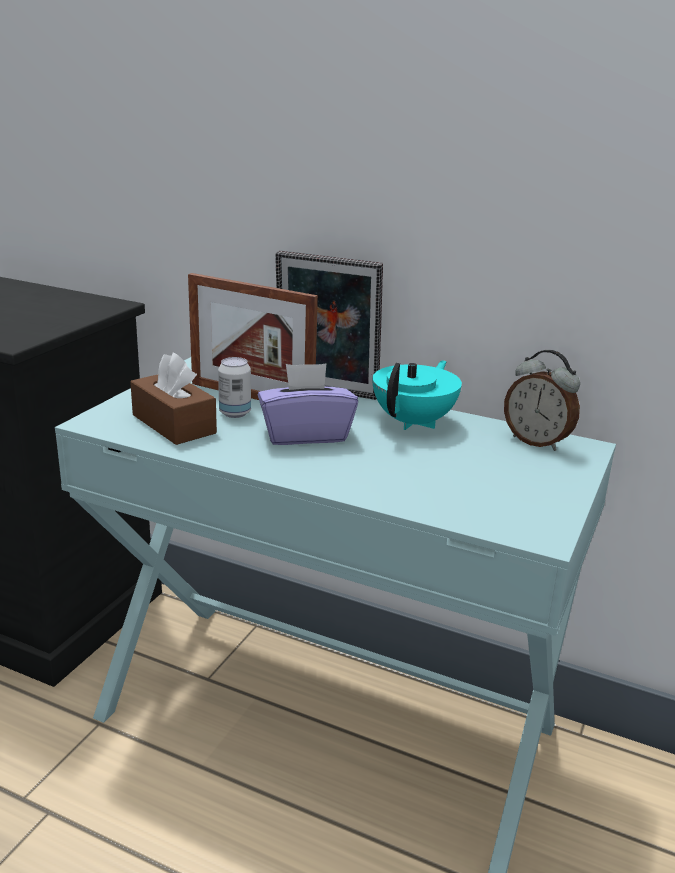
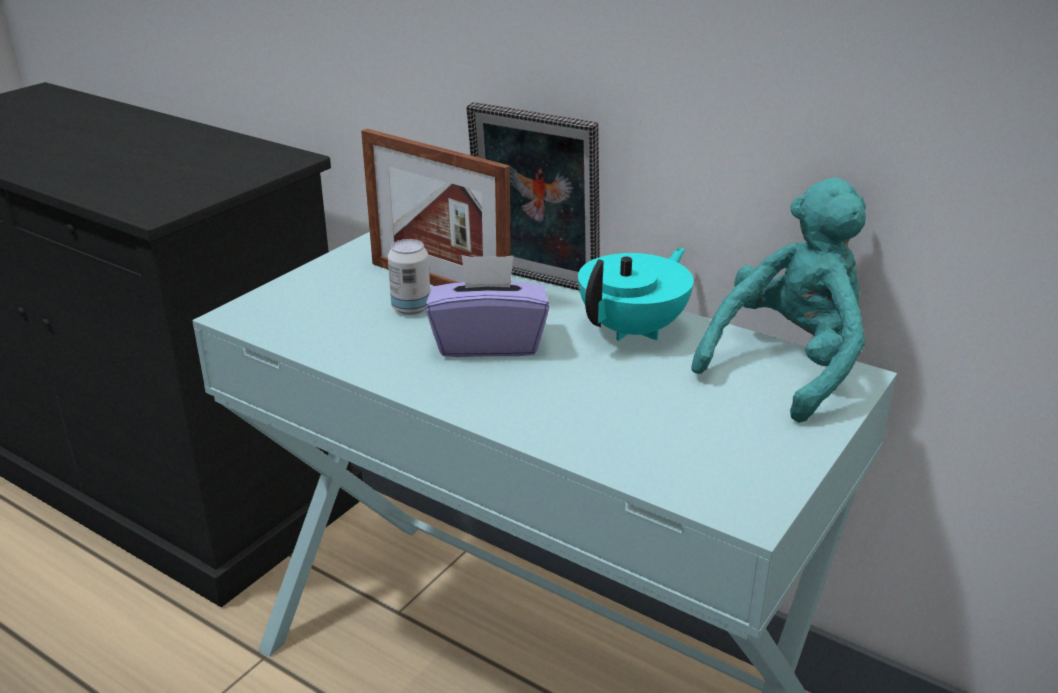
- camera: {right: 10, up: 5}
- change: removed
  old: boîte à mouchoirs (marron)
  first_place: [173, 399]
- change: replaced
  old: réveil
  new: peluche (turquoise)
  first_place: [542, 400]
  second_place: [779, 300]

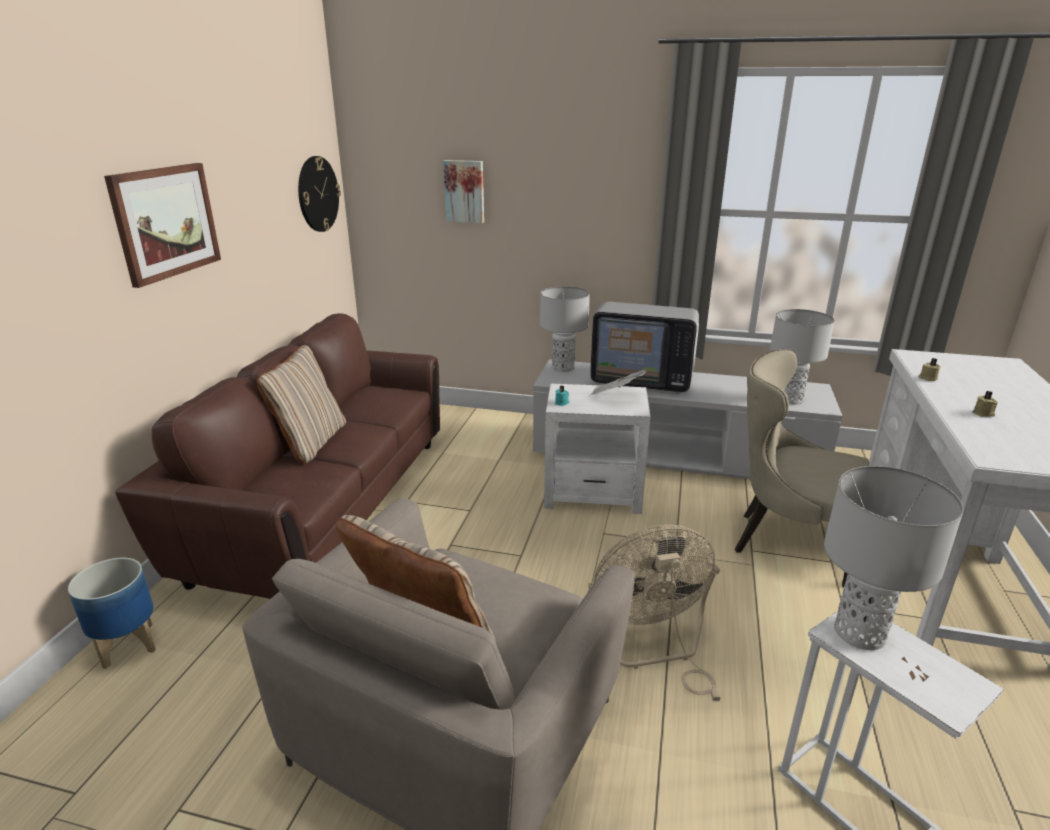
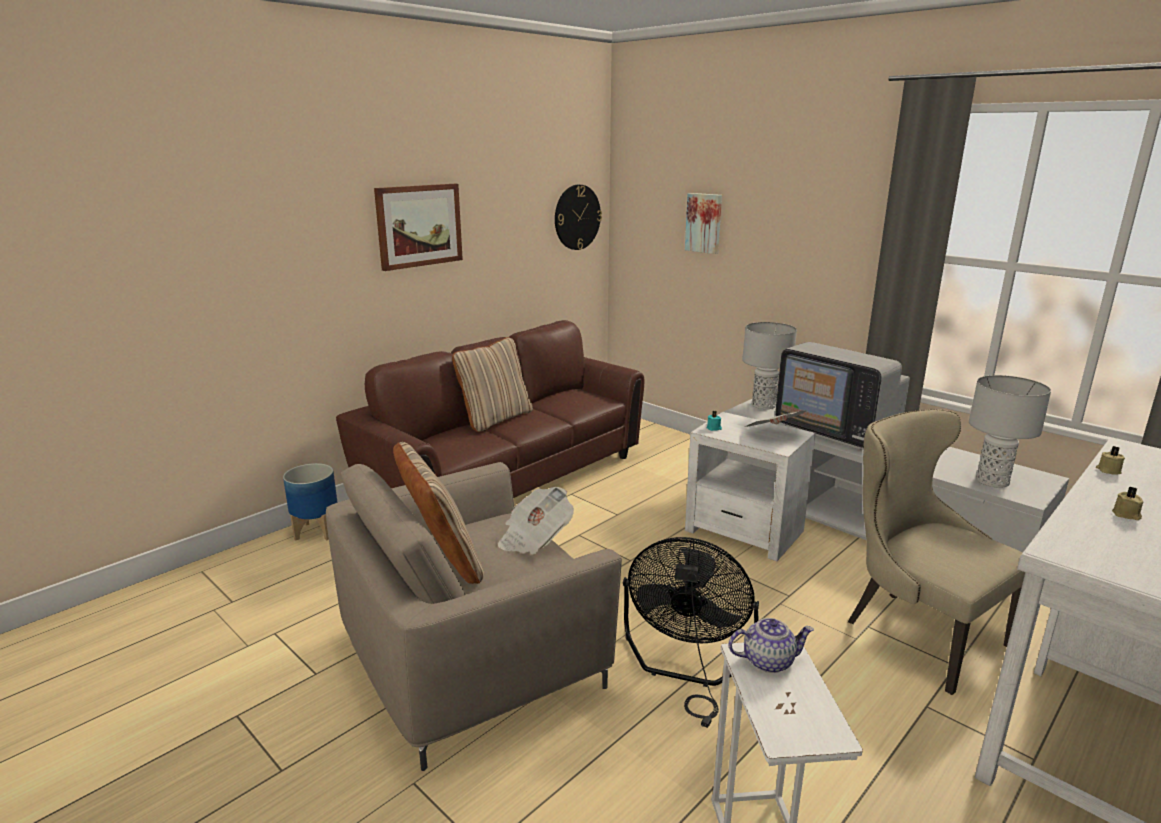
- camera: {right: 30, up: -5}
- change: recoloured
  old: ventilateur (beige)
  new: ventilateur (noir)
  first_place: [653, 613]
  second_place: [691, 632]
- change: replaced
  old: lampe de table (blanc)
  new: théière
  first_place: [894, 558]
  second_place: [771, 645]
- change: added
  new: journal
  second_place: [536, 521]

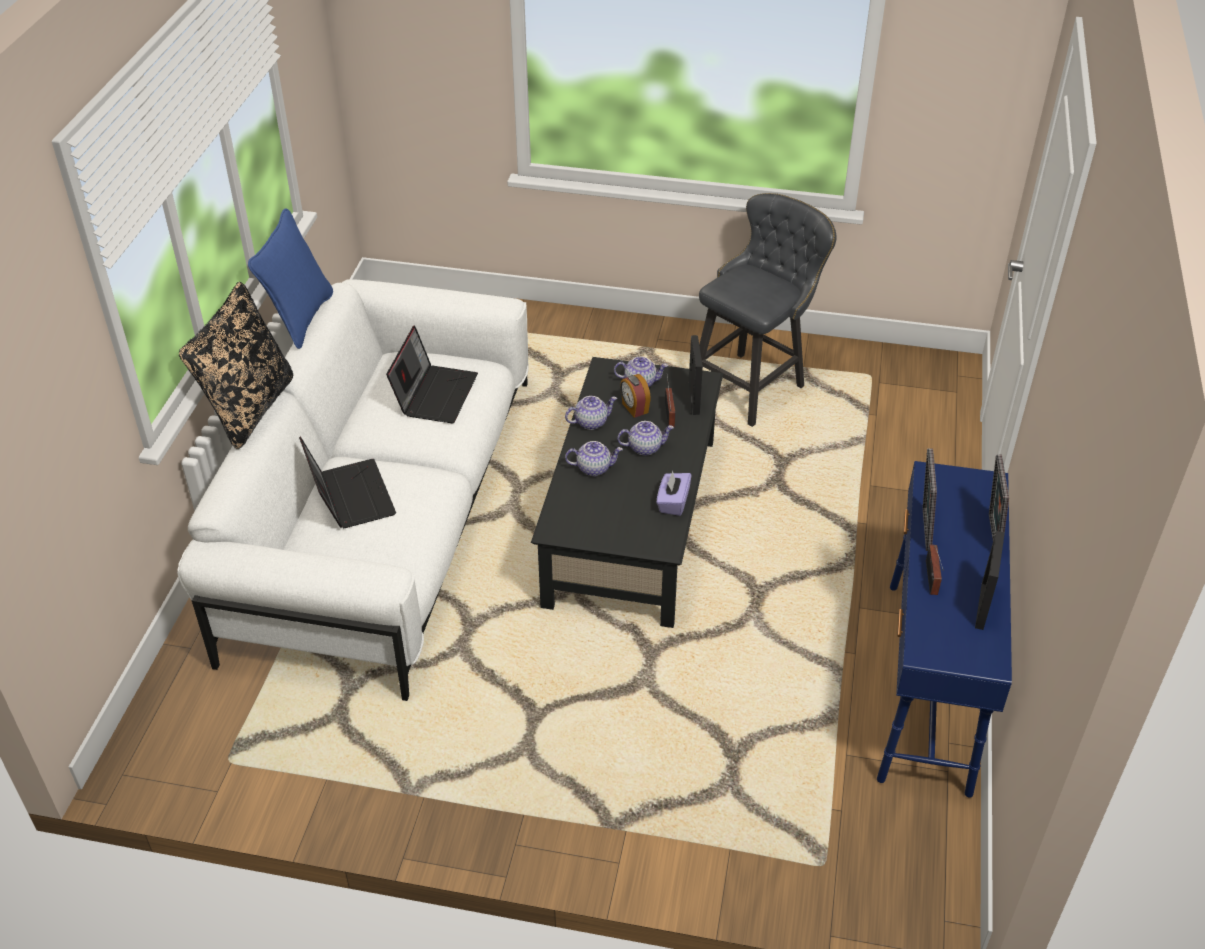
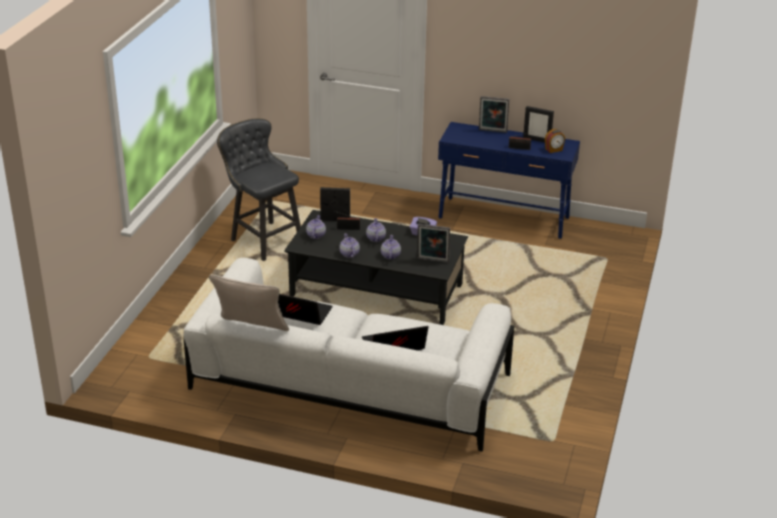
- camera: {right: -85, up: -10}
- change: removed
  old: coussin (noir)
  first_place: [235, 365]
- change: recoloured
  old: coussin (bleu)
  new: coussin (beige)
  first_place: [290, 278]
  second_place: [249, 303]
- change: moved
  old: réveil
  first_place: [635, 396]
  second_place: [555, 141]
- change: moved
  old: cadre photo
  first_place: [930, 500]
  second_place: [433, 243]

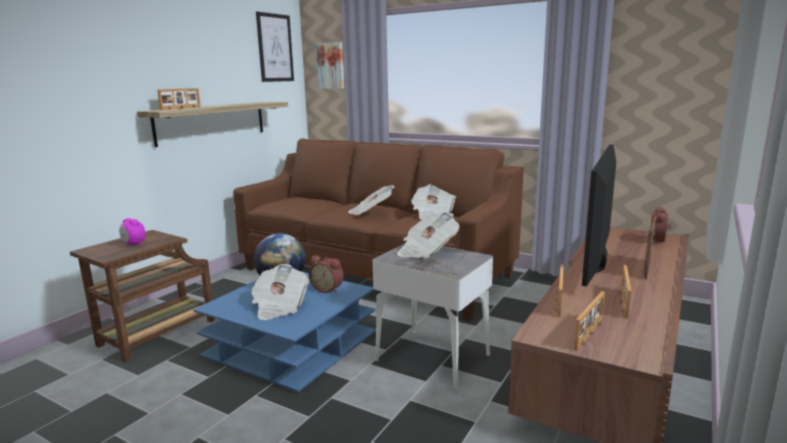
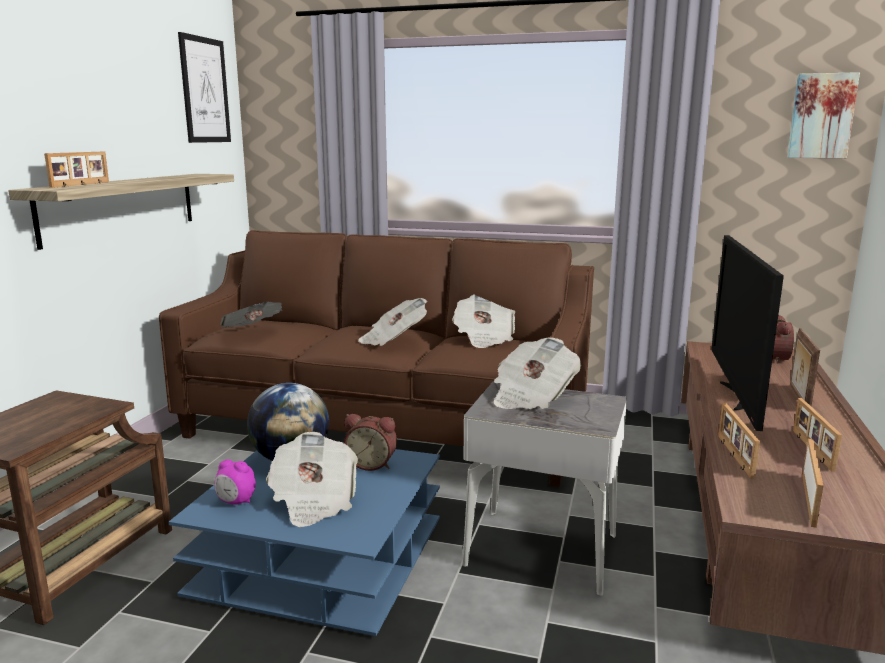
- camera: {right: -15, up: 0}
- change: moved
  old: réveil
  first_place: [132, 231]
  second_place: [235, 482]
- change: moved
  old: tableau
  first_place: [330, 65]
  second_place: [823, 115]
- change: added
  new: journal
  second_place: [251, 315]

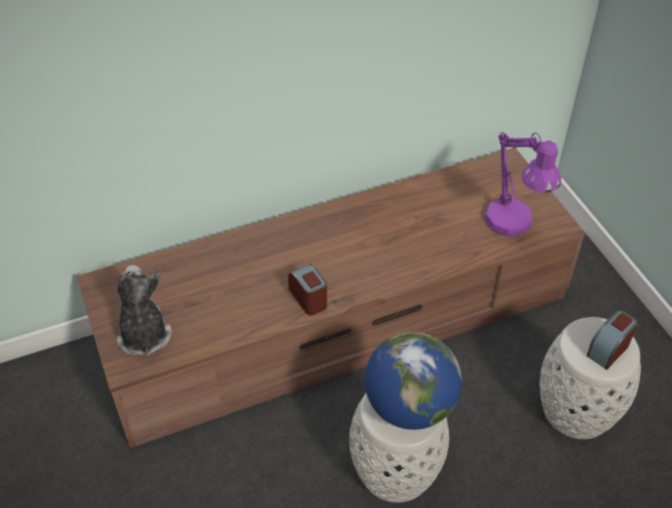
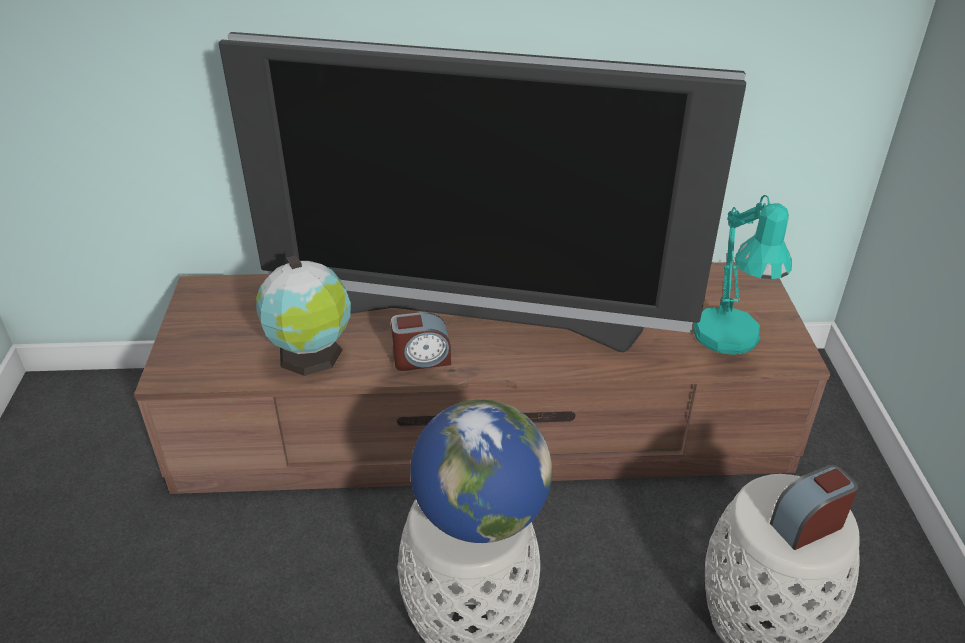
- camera: {right: 20, up: -10}
- change: removed
  old: peluche
  first_place: [144, 310]
- change: turned
  old: réveil
  first_place: [307, 289]
  second_place: [421, 341]
  degrees: 90
- change: recoloured
  old: lampe de table (violet)
  new: lampe de table (turquoise)
  first_place: [523, 184]
  second_place: [742, 275]
- change: added
  new: téléviseur
  second_place: [482, 192]
- change: added
  new: globe
  second_place: [303, 315]

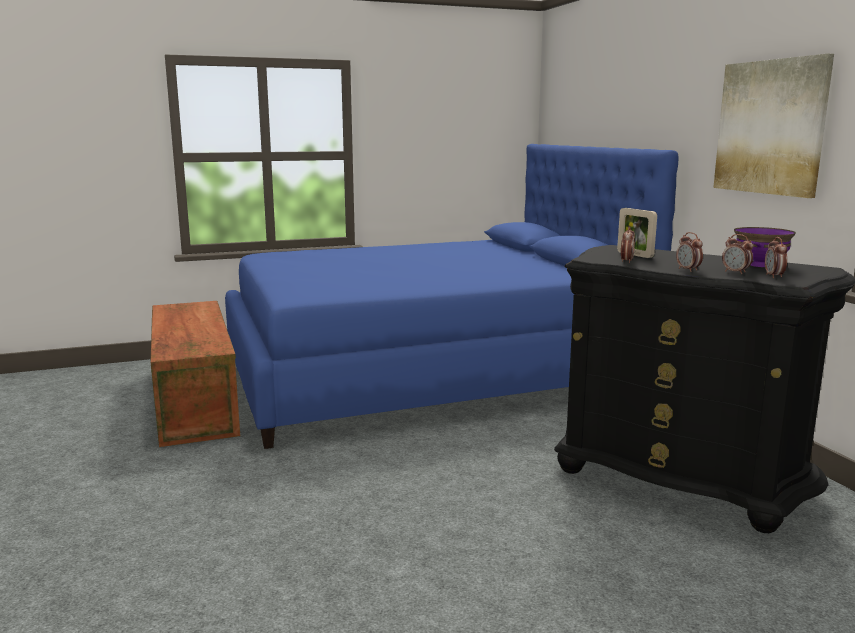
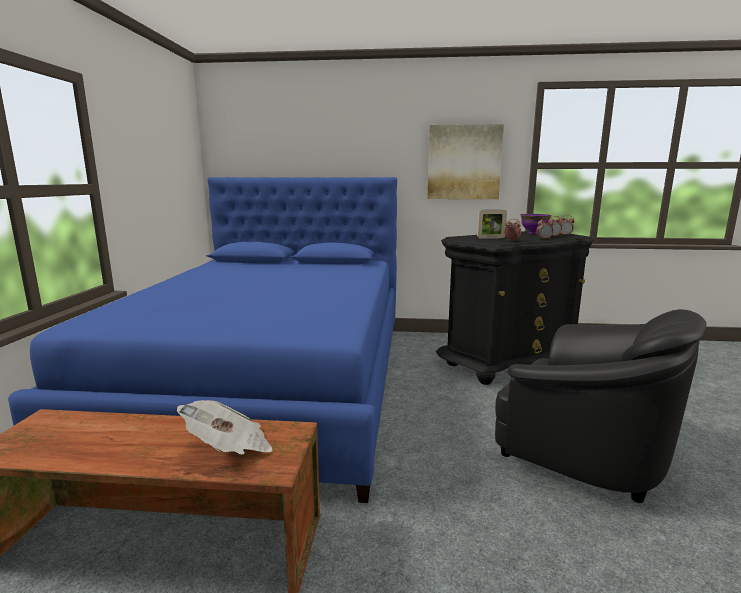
- camera: {right: -65, up: 0}
- change: added
  new: journal
  second_place: [225, 427]
- change: added
  new: fauteuil (noir)
  second_place: [600, 406]

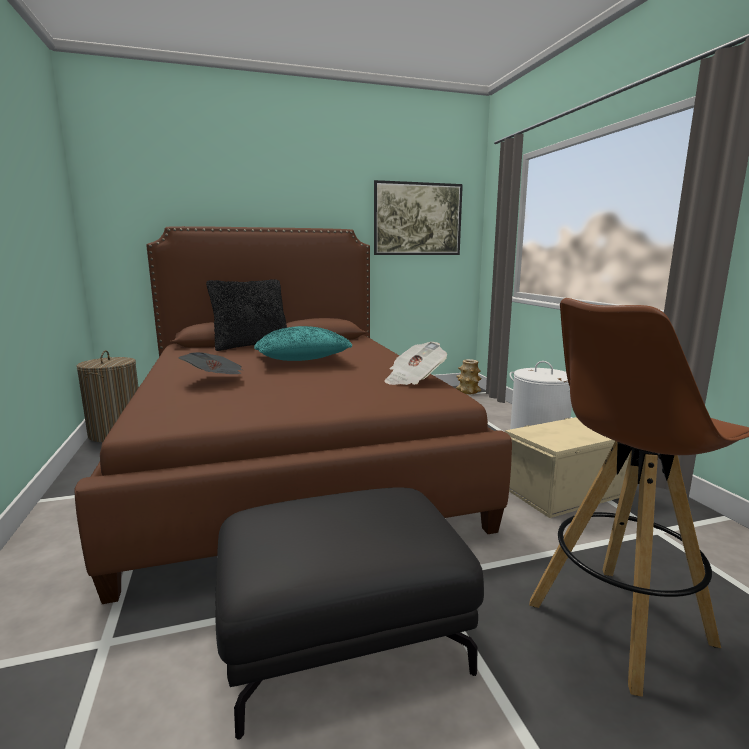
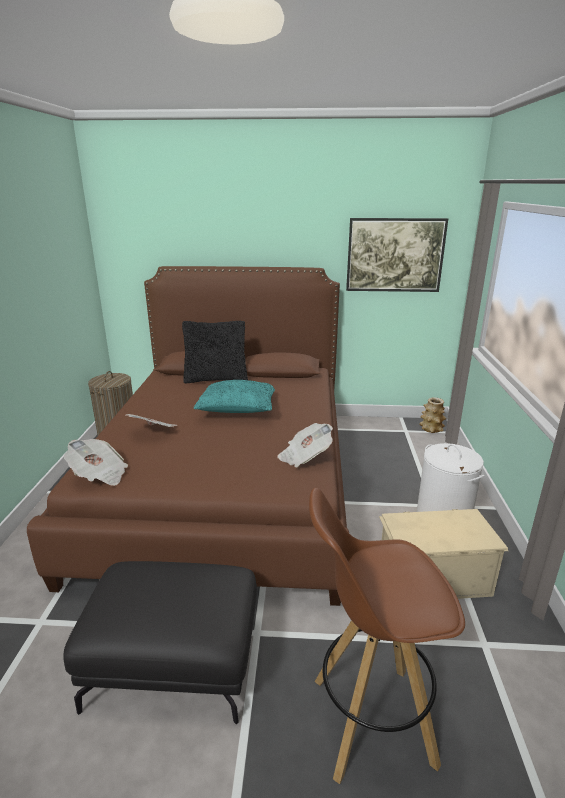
- camera: {right: 20, up: 10}
- change: added
  new: journal
  second_place: [96, 462]

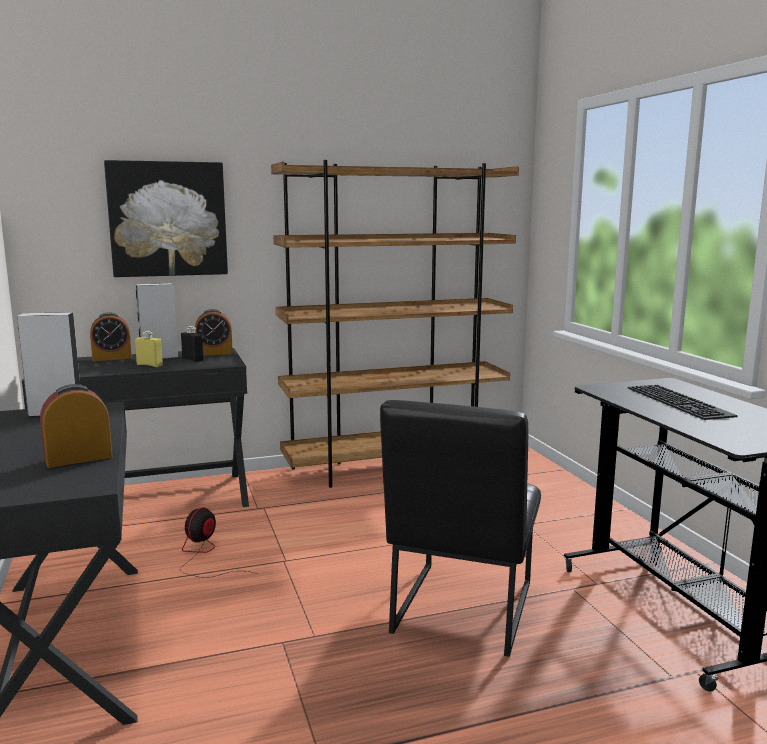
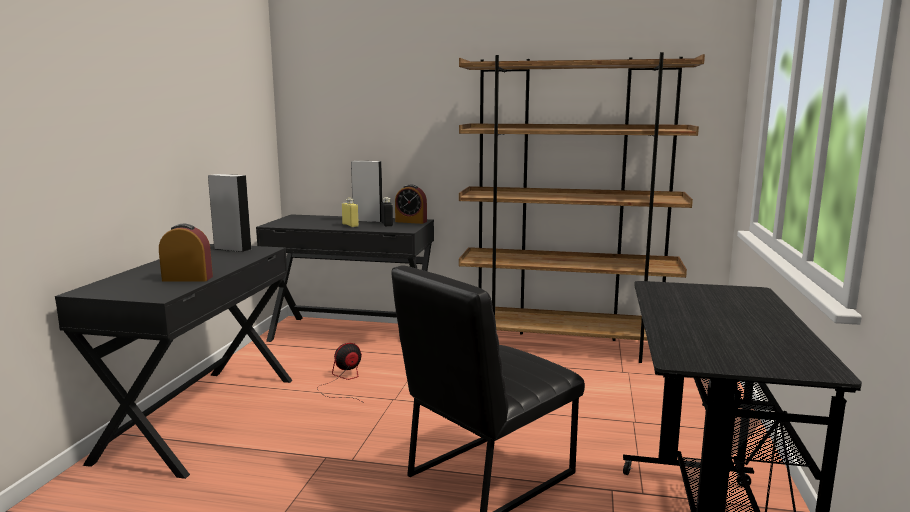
- camera: {right: 30, up: 0}
- change: removed
  old: réveil
  first_place: [111, 336]
- change: removed
  old: tableau
  first_place: [166, 218]
- change: removed
  old: clavier
  first_place: [683, 402]

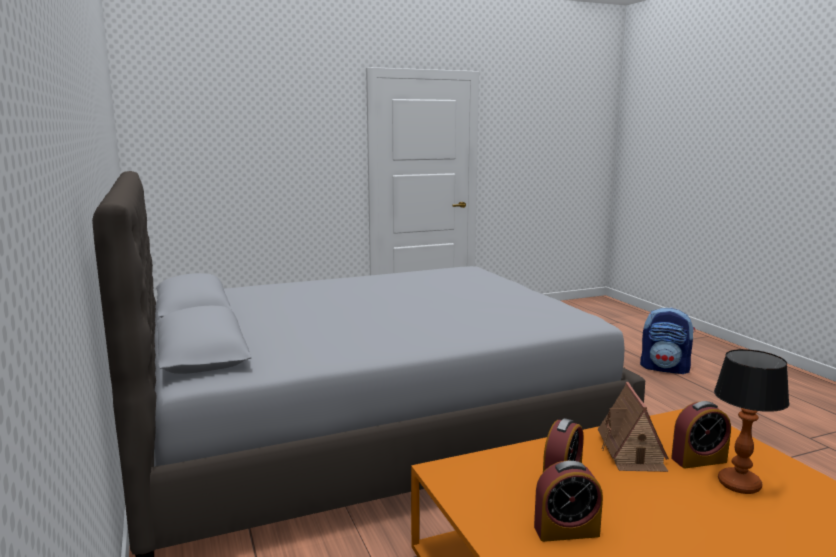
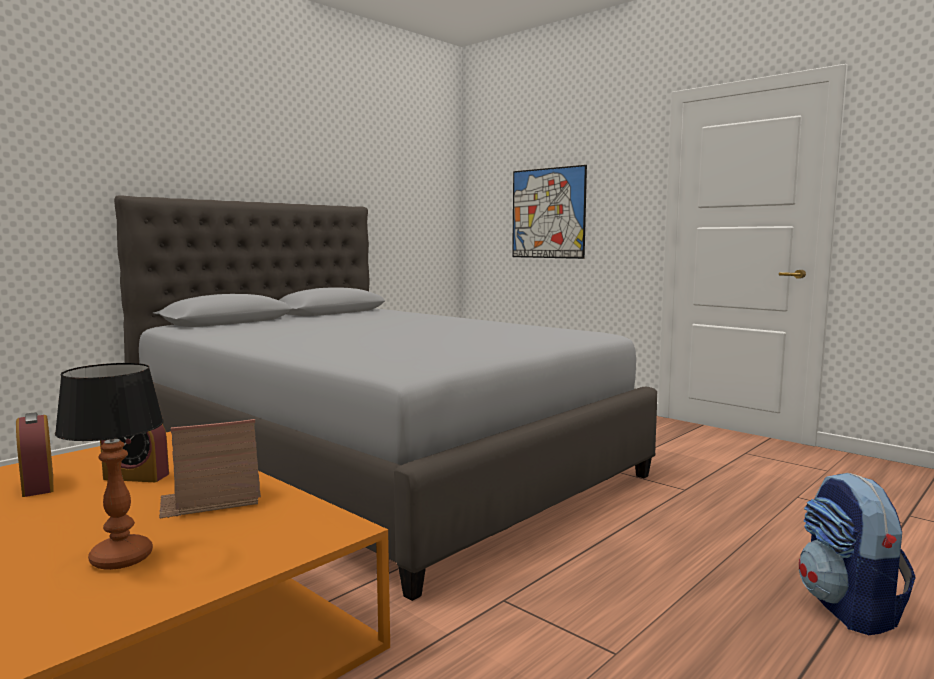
- camera: {right: 65, up: -5}
- change: removed
  old: réveil
  first_place: [701, 434]
- change: added
  new: tableau
  second_place: [549, 212]

